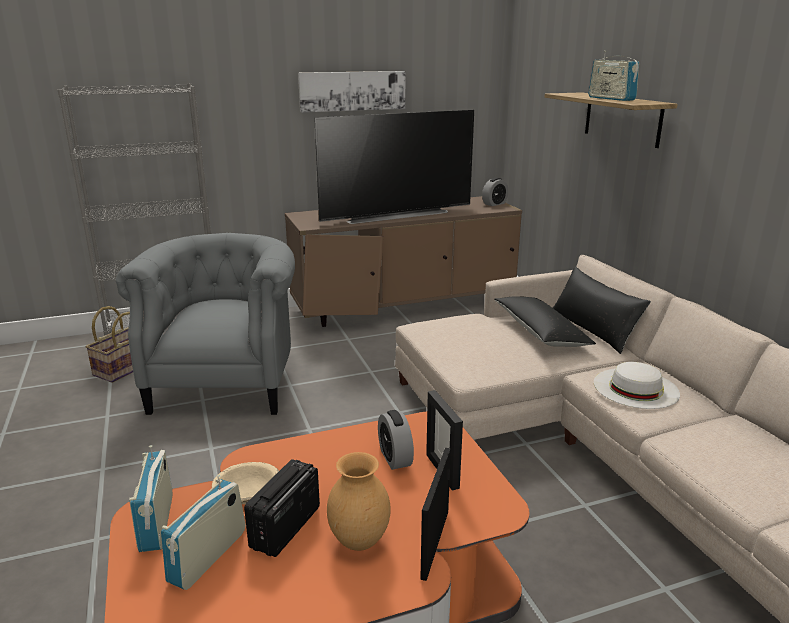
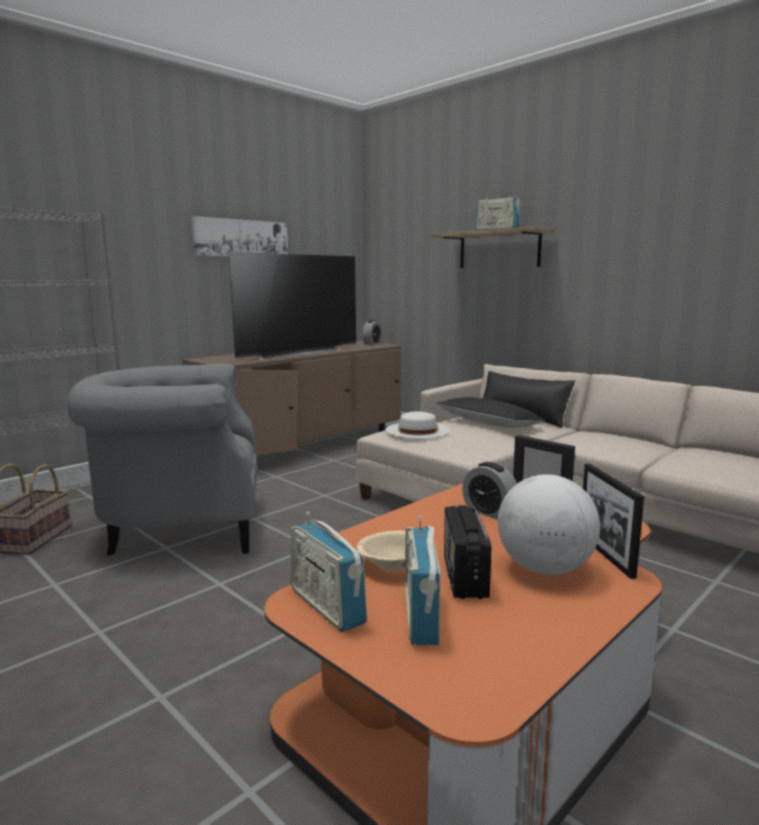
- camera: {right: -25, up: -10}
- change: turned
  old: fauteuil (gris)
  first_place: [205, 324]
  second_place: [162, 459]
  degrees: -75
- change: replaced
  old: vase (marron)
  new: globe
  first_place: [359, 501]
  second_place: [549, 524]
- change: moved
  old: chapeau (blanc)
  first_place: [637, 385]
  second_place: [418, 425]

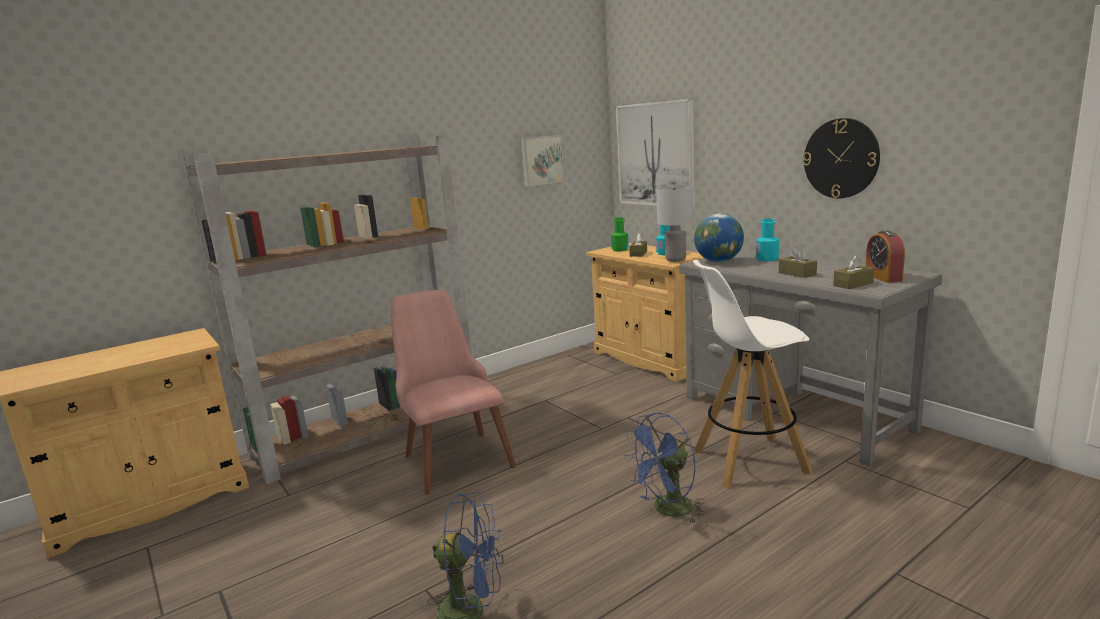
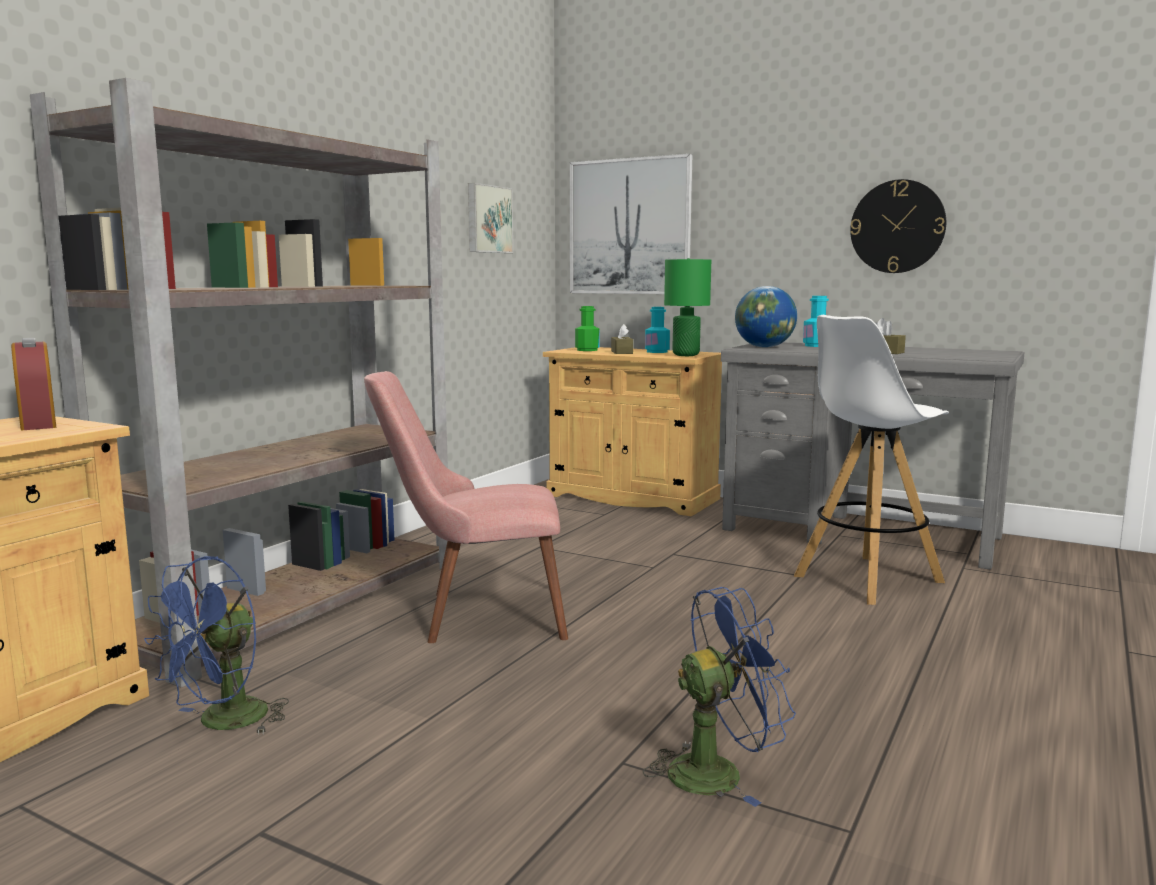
- camera: {right: -25, up: -5}
- change: turned
  old: chaise (rose)
  first_place: [453, 392]
  second_place: [466, 507]
  degrees: -45
- change: moved
  old: ventilateur (bleu)
  first_place: [664, 468]
  second_place: [216, 645]
- change: recoloured
  old: lampe de table (gris)
  new: lampe de table (vert)
  first_place: [674, 224]
  second_place: [687, 307]
- change: removed
  old: boîte à mouchoirs (marron)
  first_place: [853, 271]
- change: moved
  old: réveil
  first_place: [885, 256]
  second_place: [33, 384]

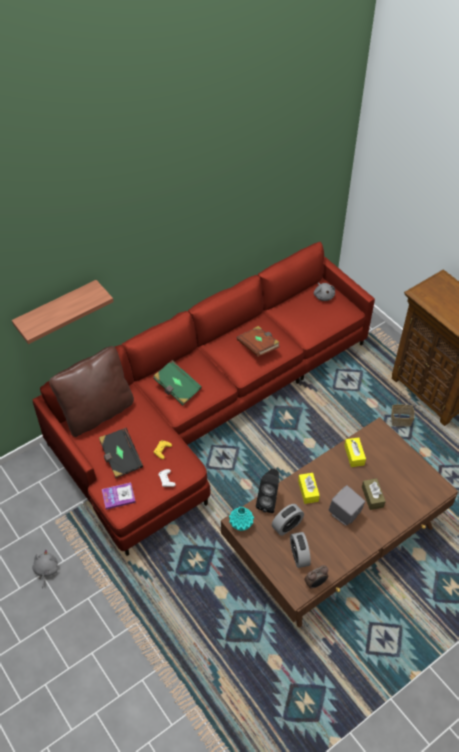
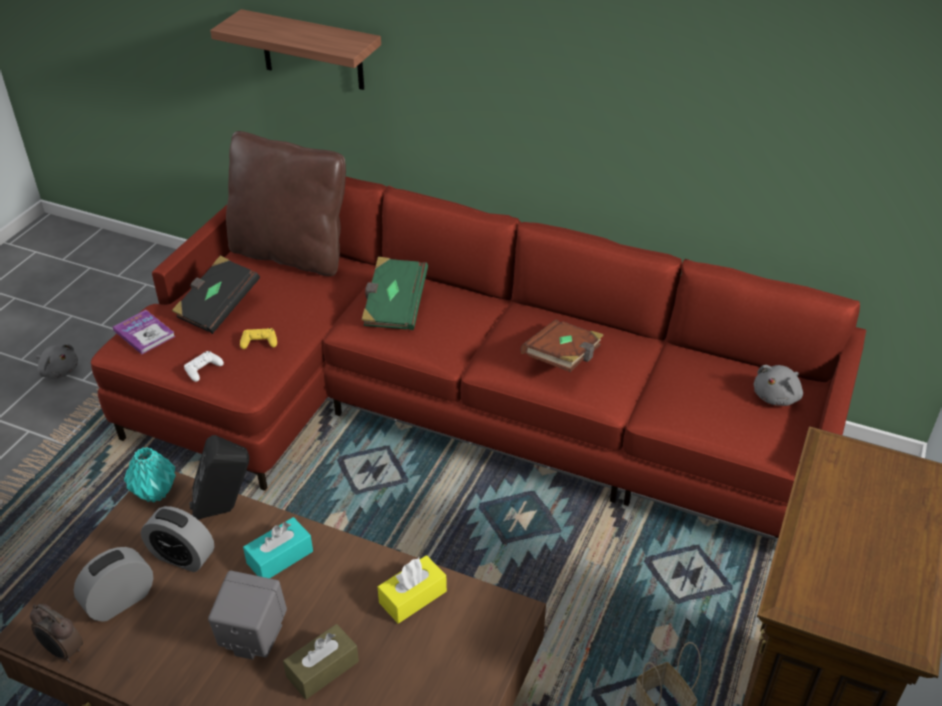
- camera: {right: 60, up: -10}
- change: turned
  old: peluche (gris)
  first_place: [45, 569]
  second_place: [57, 361]
  degrees: 60
- change: recoloured
  old: boîte à mouchoirs (jaune)
  new: boîte à mouchoirs (turquoise)
  first_place: [309, 488]
  second_place: [278, 547]

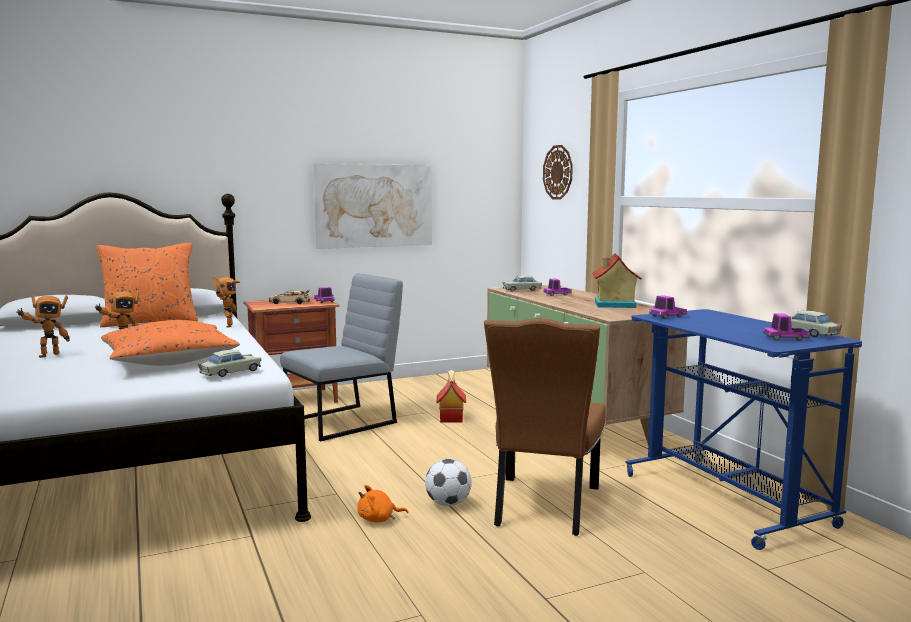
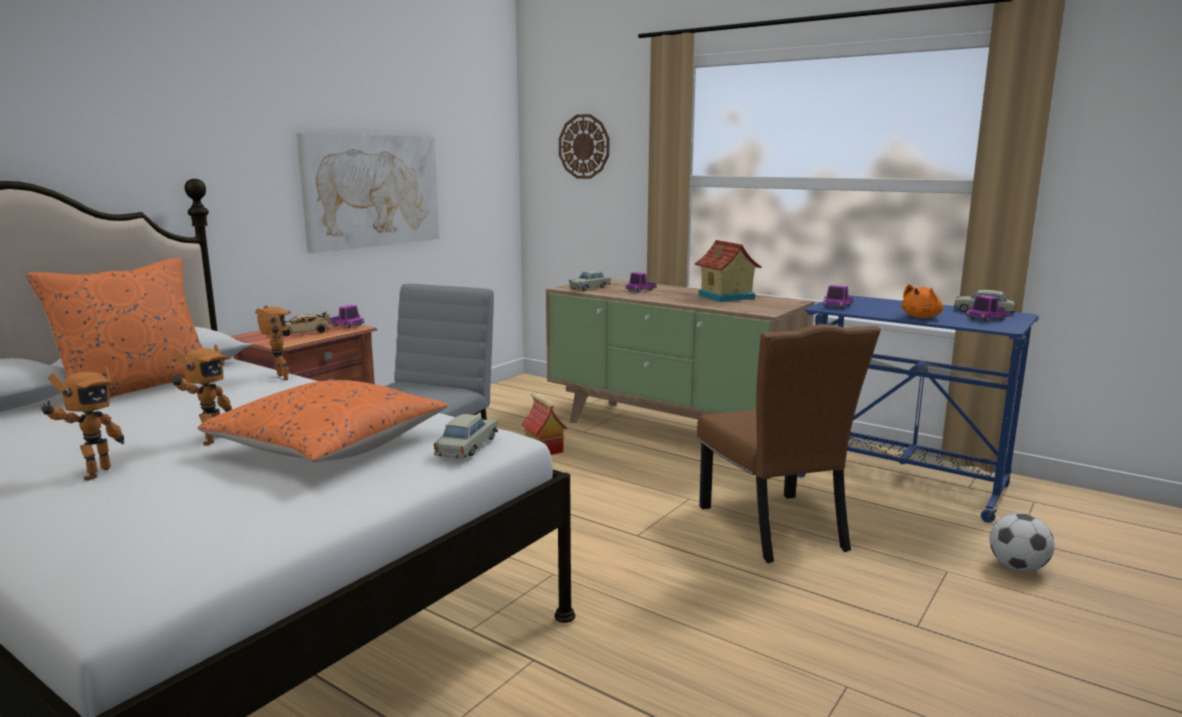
- camera: {right: -30, up: 5}
- change: moved
  old: peluche (orange)
  first_place: [382, 504]
  second_place: [922, 301]
- change: moved
  old: ballon de foot
  first_place: [448, 482]
  second_place: [1022, 542]

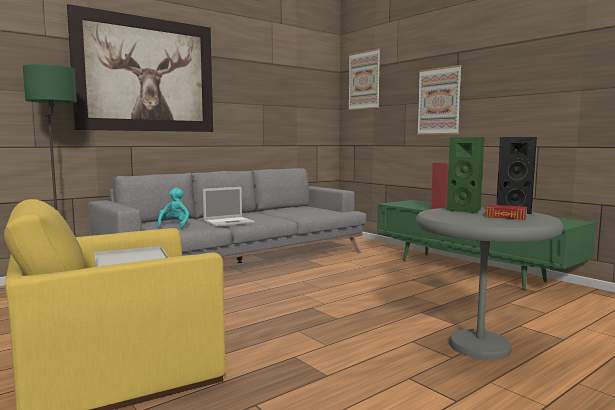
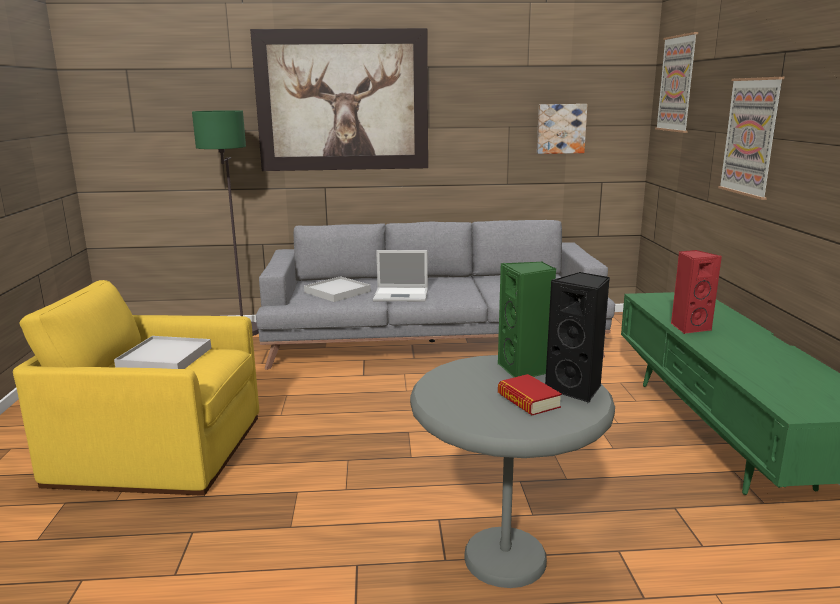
- camera: {right: 35, up: 10}
- change: replaced
  old: peluche (turquoise)
  new: plateau (blanc)
  first_place: [173, 208]
  second_place: [337, 289]
- change: added
  new: tableau
  second_place: [562, 129]

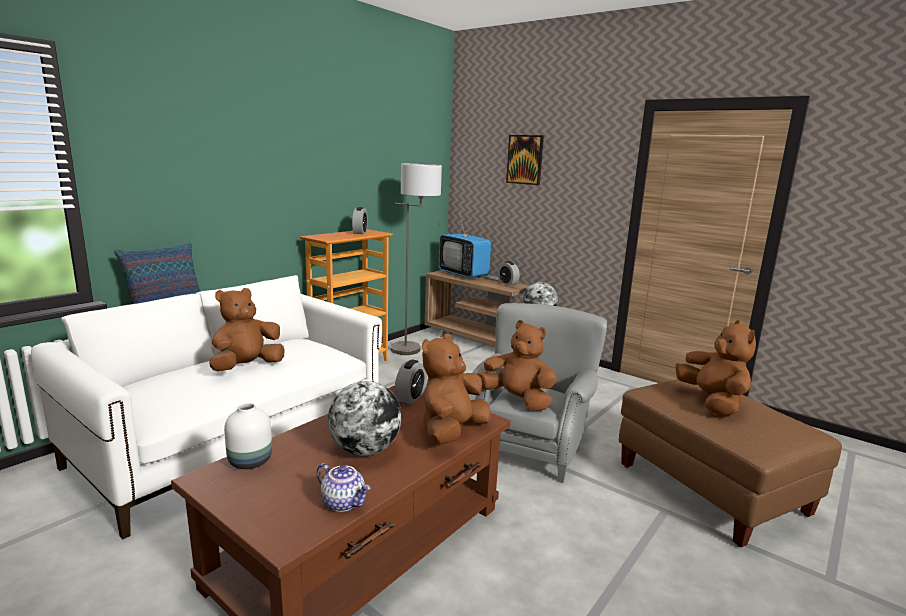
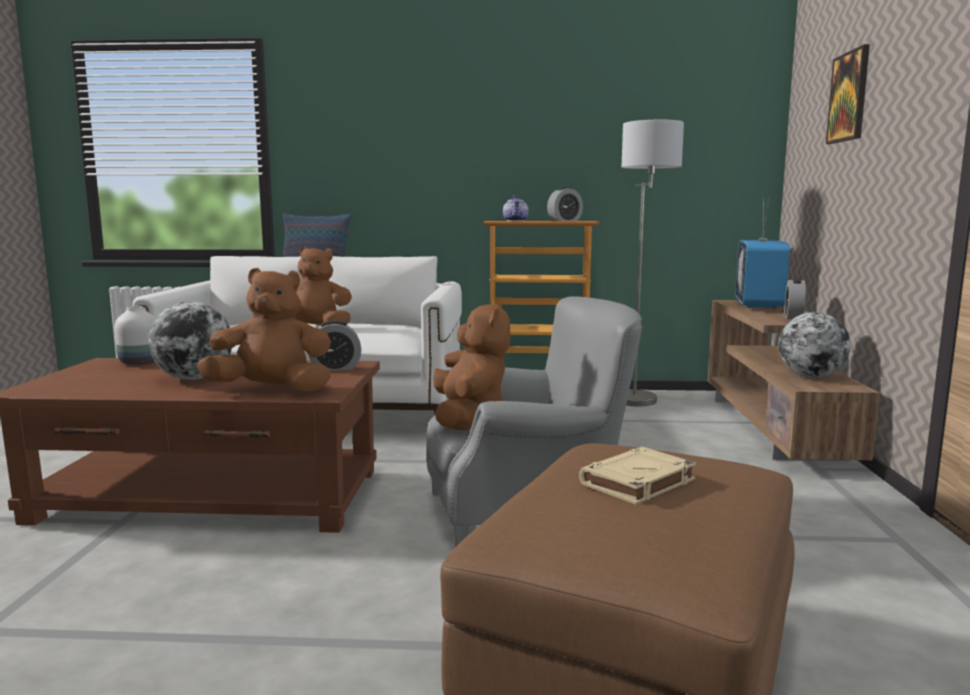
- camera: {right: 55, up: -5}
- change: moved
  old: théière
  first_place: [344, 487]
  second_place: [515, 208]
- change: replaced
  old: peluche (marron)
  new: livre (beige)
  first_place: [716, 368]
  second_place: [637, 476]

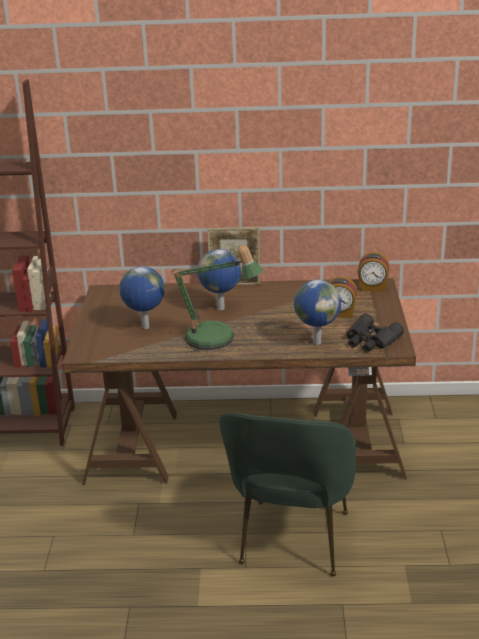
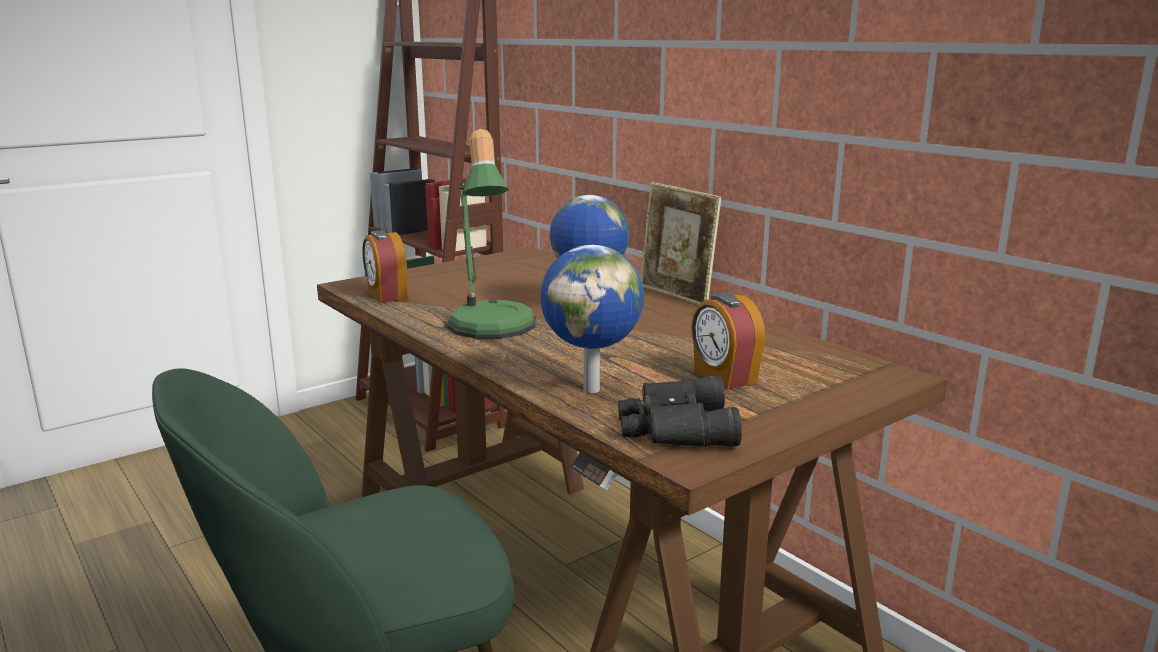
- camera: {right: 50, up: -10}
- change: removed
  old: globe
  first_place: [142, 297]
- change: moved
  old: réveil
  first_place: [374, 272]
  second_place: [384, 266]

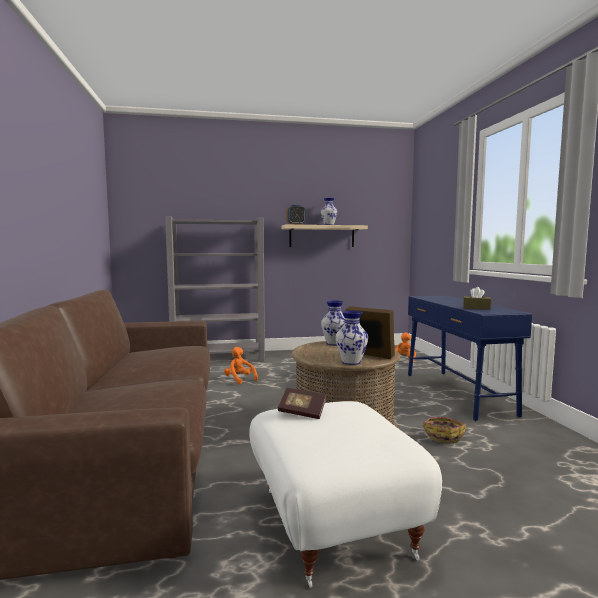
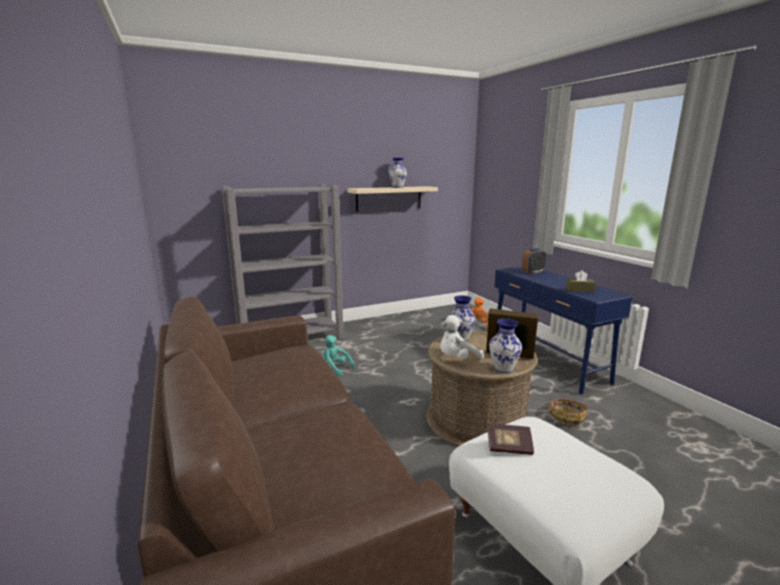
- camera: {right: -15, up: 10}
- change: recoloured
  old: peluche (orange)
  new: peluche (turquoise)
  first_place: [241, 366]
  second_place: [339, 355]
- change: moved
  old: réveil
  first_place: [296, 215]
  second_place: [534, 261]
- change: added
  new: peluche (blanc)
  second_place: [462, 337]

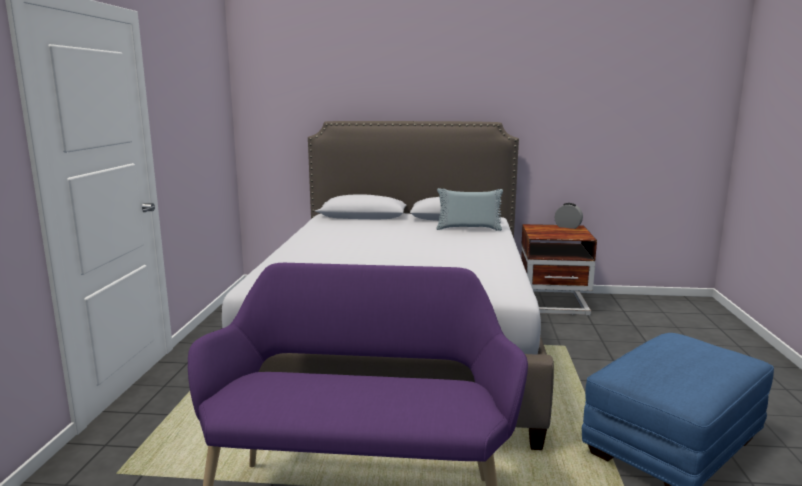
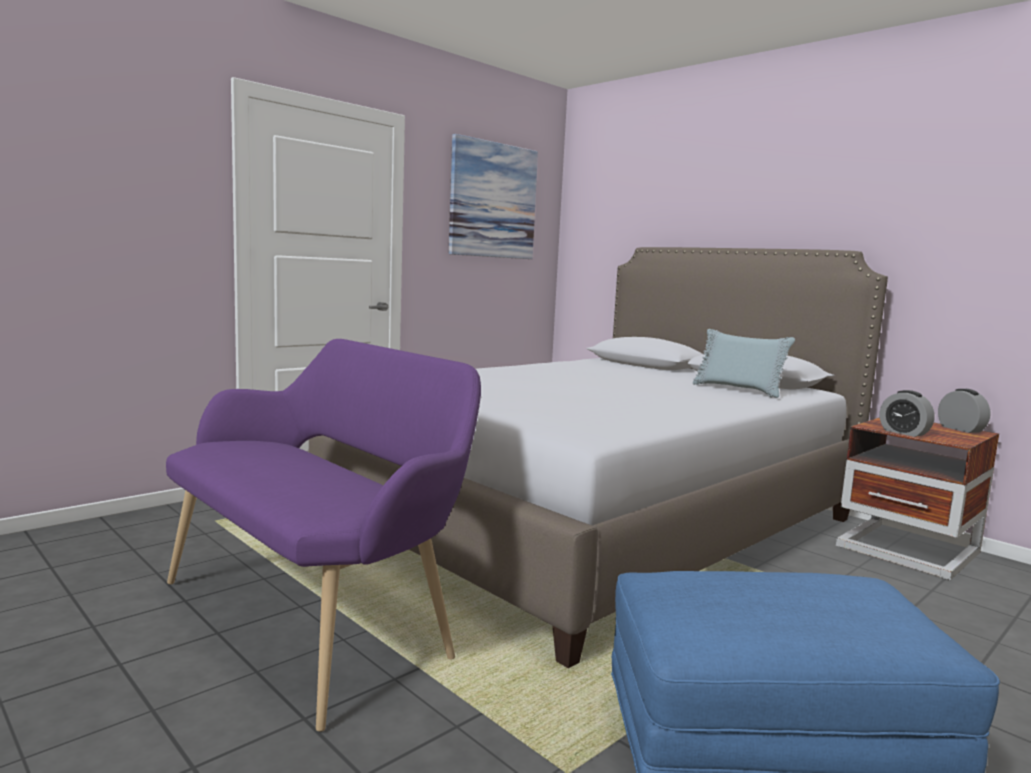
- camera: {right: 40, up: -5}
- change: added
  new: tableau
  second_place: [493, 196]
- change: added
  new: réveil
  second_place: [907, 413]

